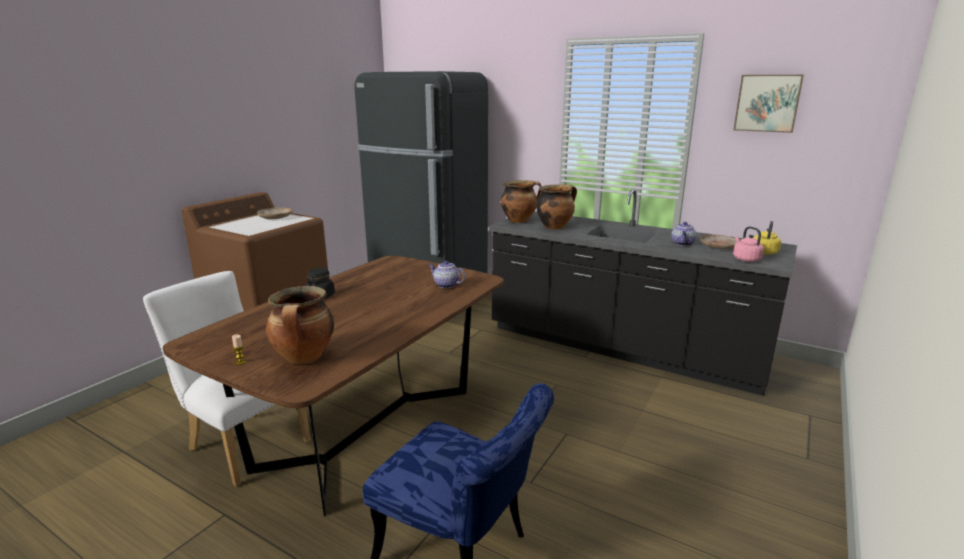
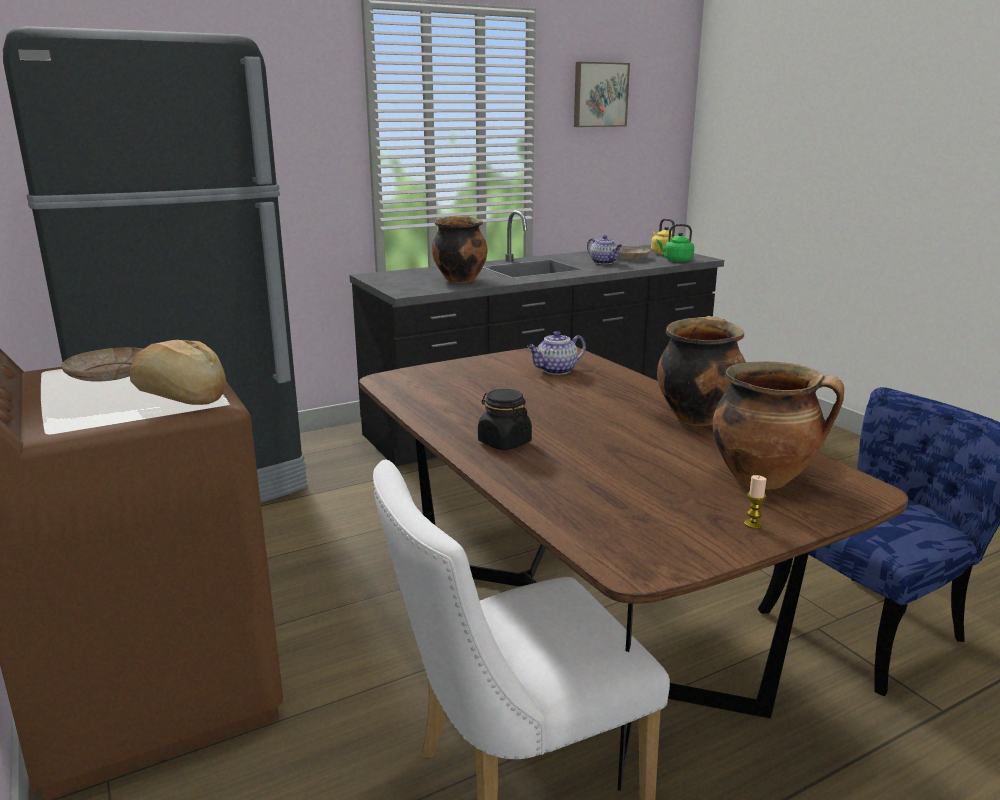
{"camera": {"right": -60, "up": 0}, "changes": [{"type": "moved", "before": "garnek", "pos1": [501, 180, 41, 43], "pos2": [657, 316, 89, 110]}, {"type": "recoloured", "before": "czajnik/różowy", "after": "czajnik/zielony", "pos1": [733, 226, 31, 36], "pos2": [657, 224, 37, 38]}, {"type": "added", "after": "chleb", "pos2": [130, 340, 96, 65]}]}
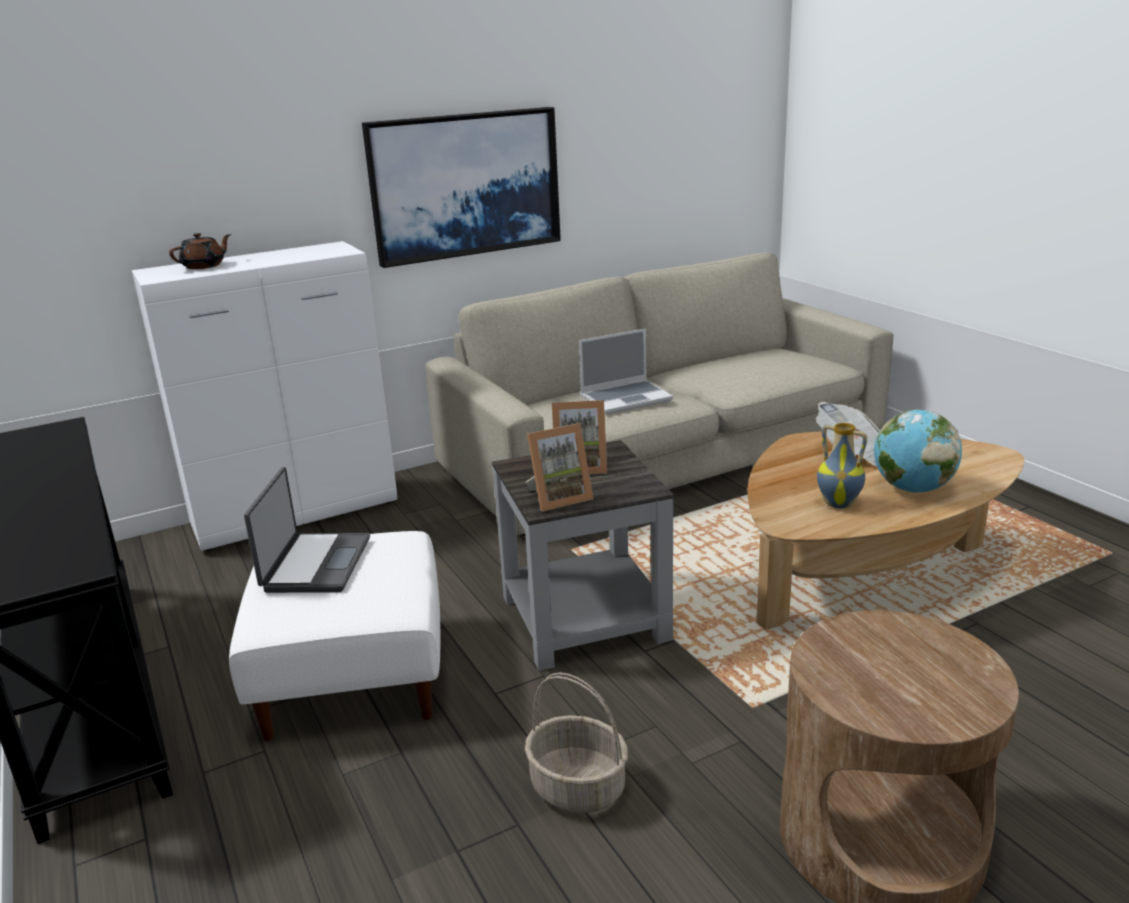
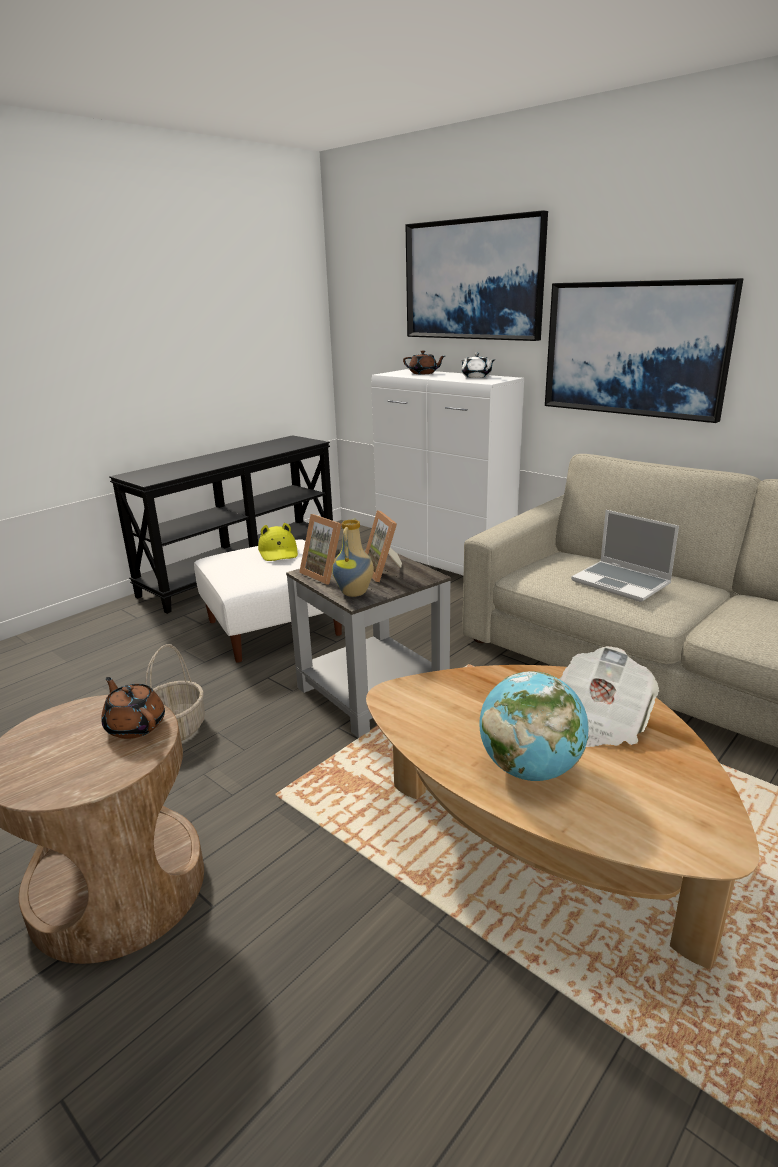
{"camera": {"right": 70, "up": 0}, "changes": [{"type": "moved", "before": "wazon", "pos1": [817, 423, 50, 86], "pos2": [332, 518, 42, 79]}, {"type": "replaced", "before": "laptop", "after": "kapelusz/żółty", "pos1": [244, 467, 126, 126], "pos2": [258, 523, 40, 38]}, {"type": "added", "after": "obraz", "pos2": [406, 210, 142, 131]}, {"type": "added", "after": "imbryk/biały", "pos2": [461, 353, 35, 25]}, {"type": "added", "after": "imbryk/brązowy", "pos2": [101, 677, 64, 62]}]}
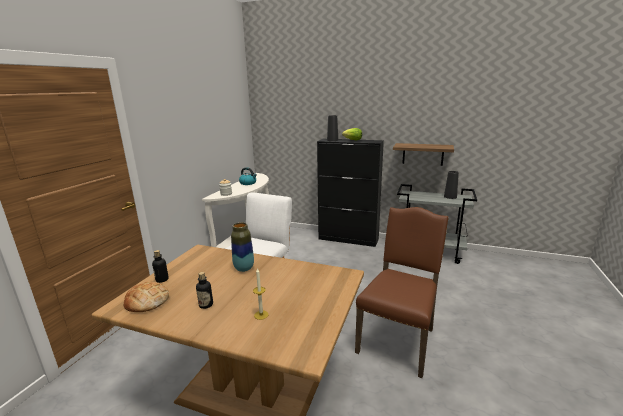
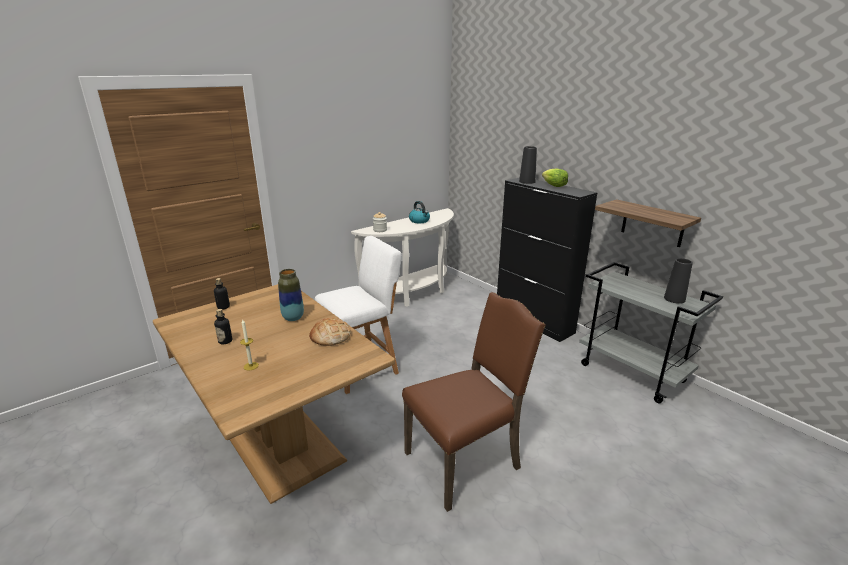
{"camera": {"right": 30, "up": 5}, "changes": [{"type": "moved", "before": "chleb", "pos1": [124, 281, 45, 31], "pos2": [309, 317, 42, 29]}]}
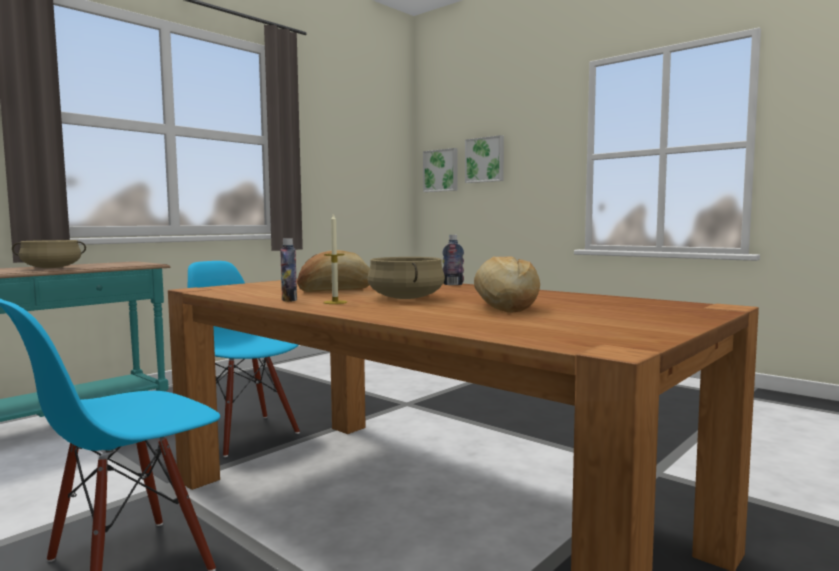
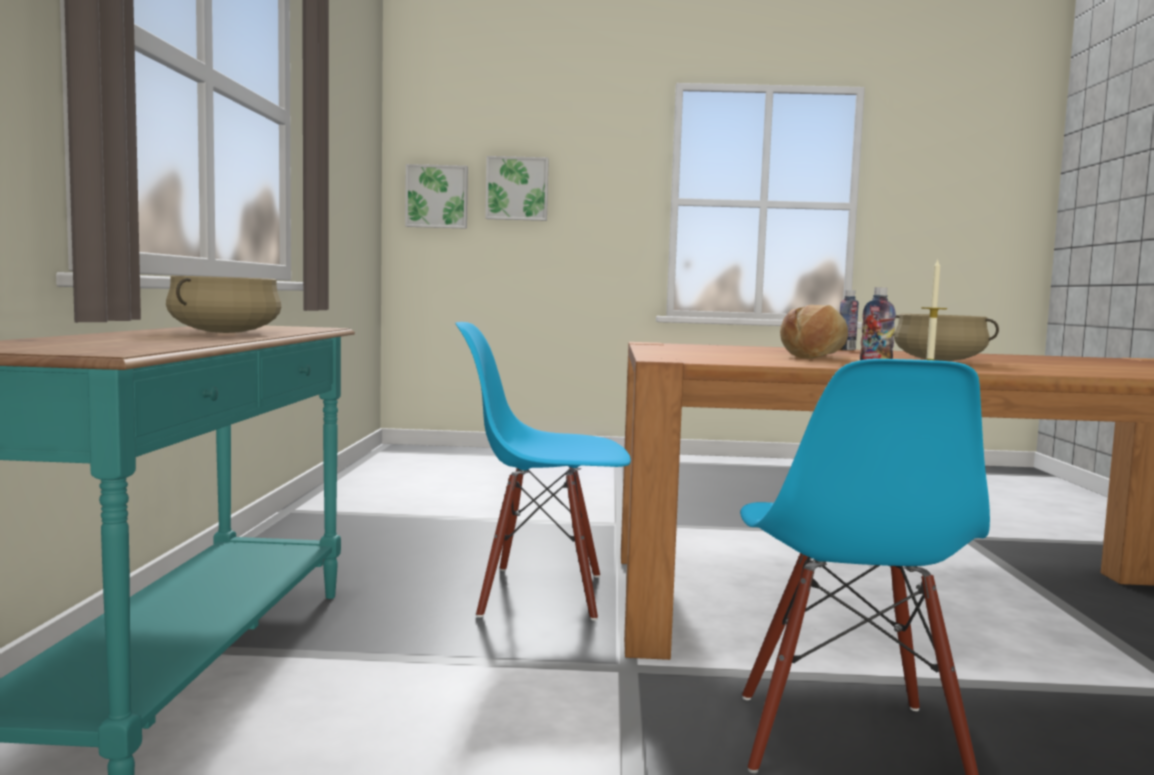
{"camera": {"right": -40, "up": 0}, "changes": [{"type": "removed", "before": "chleb", "pos1": [474, 257, 66, 56]}]}
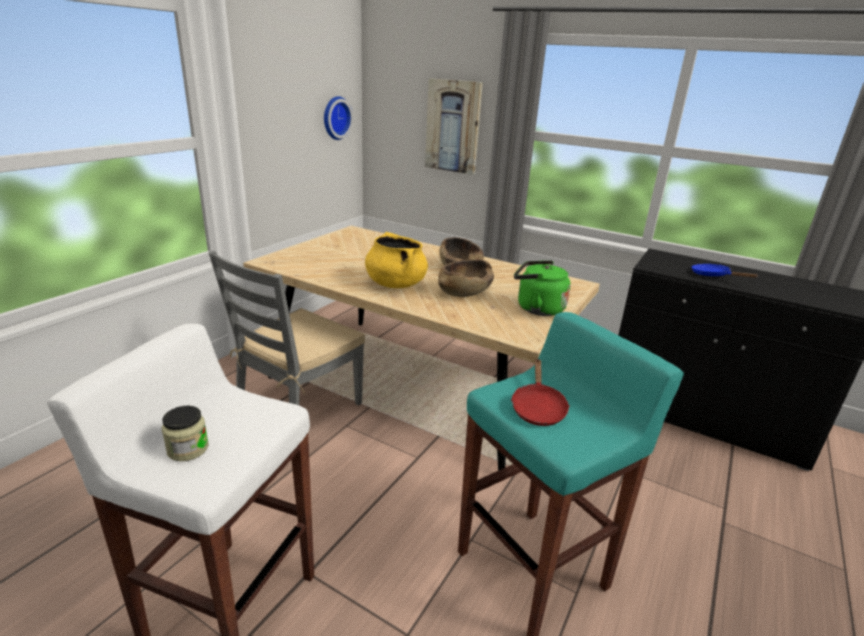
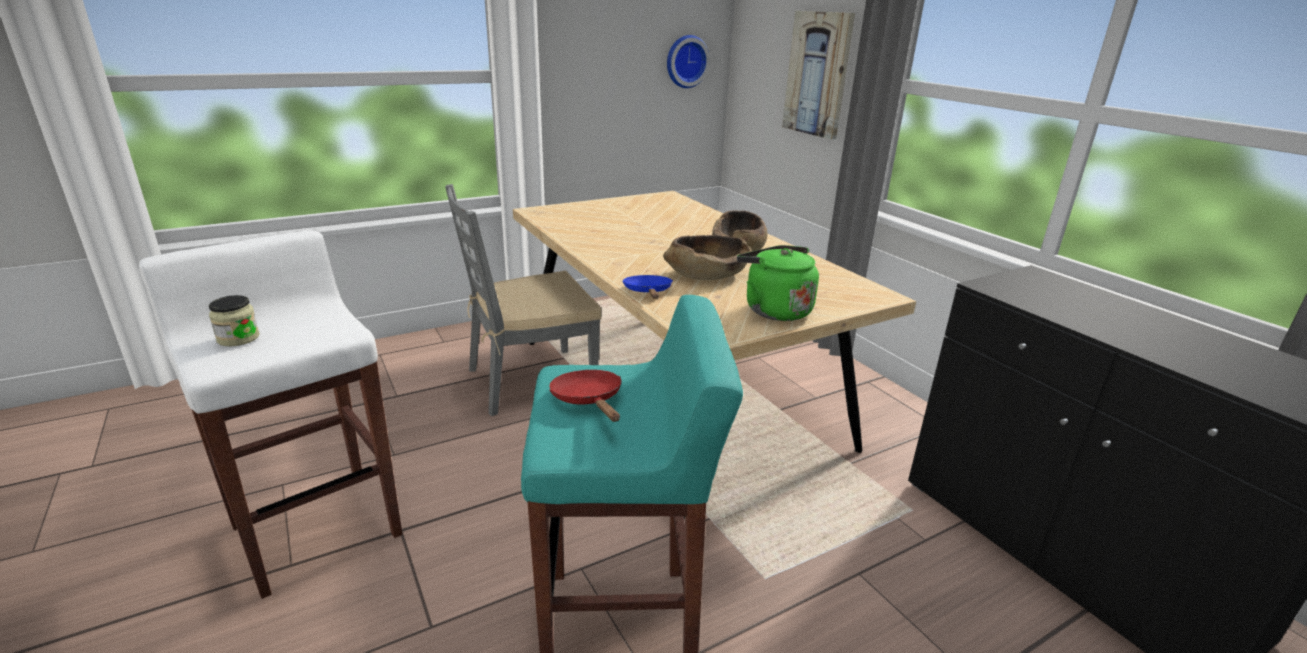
{"camera": {"right": 30, "up": 0}, "changes": [{"type": "removed", "before": "garnek/żółty", "pos1": [365, 232, 63, 56]}, {"type": "moved", "before": "patelnia/niebieski", "pos1": [692, 264, 67, 14], "pos2": [622, 275, 51, 24]}, {"type": "turned", "before": "patelnia/czerwony", "pos1": [511, 359, 59, 67], "pos2": [549, 370, 73, 52], "turn": 120}]}
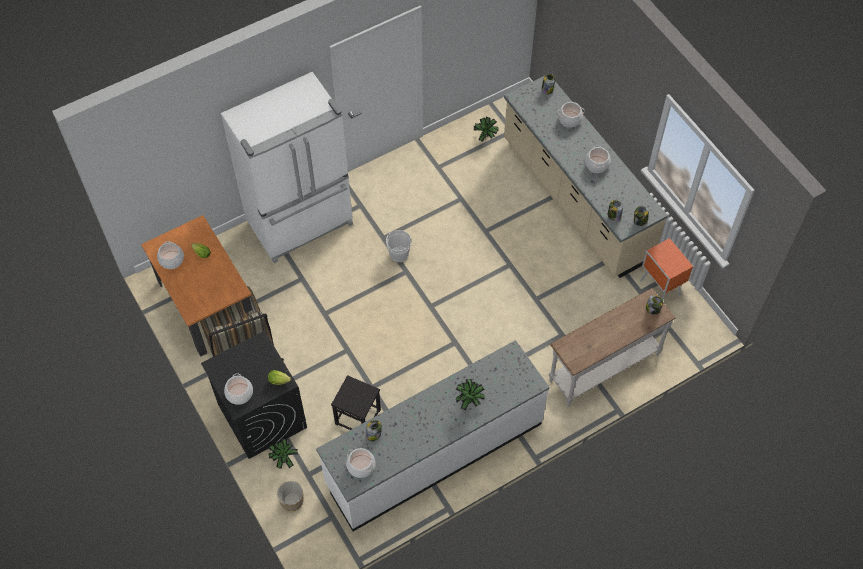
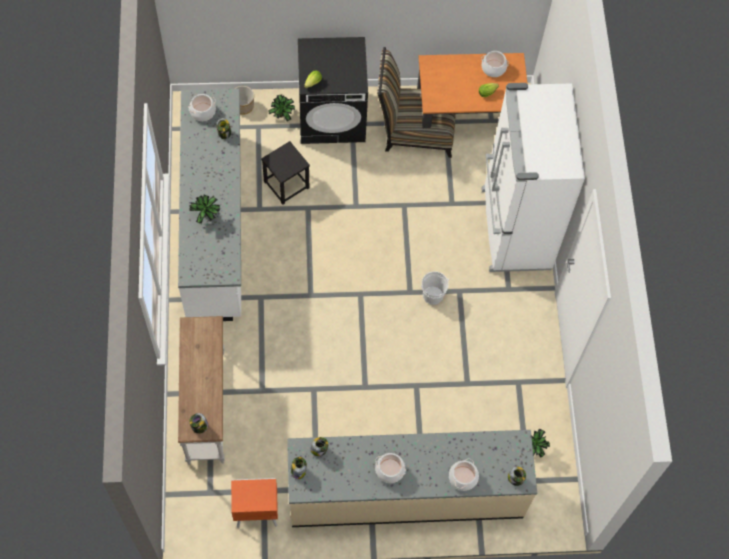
{"camera": {"right": 115, "up": 5}, "changes": [{"type": "removed", "before": "garnek", "pos1": [224, 373, 29, 32]}]}
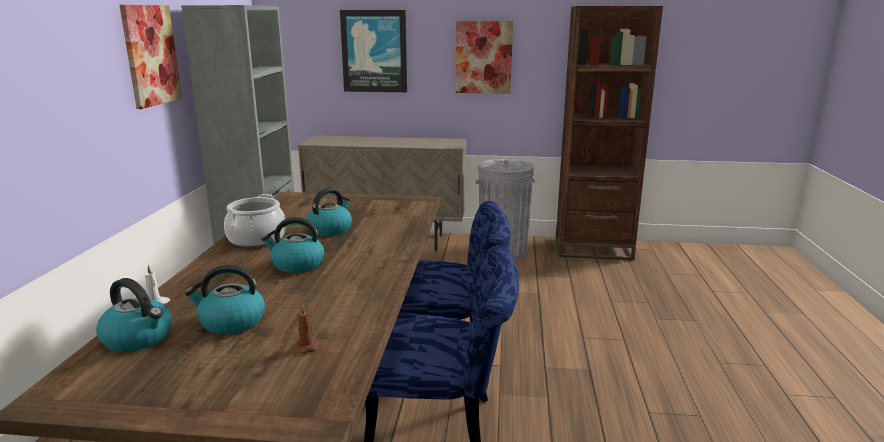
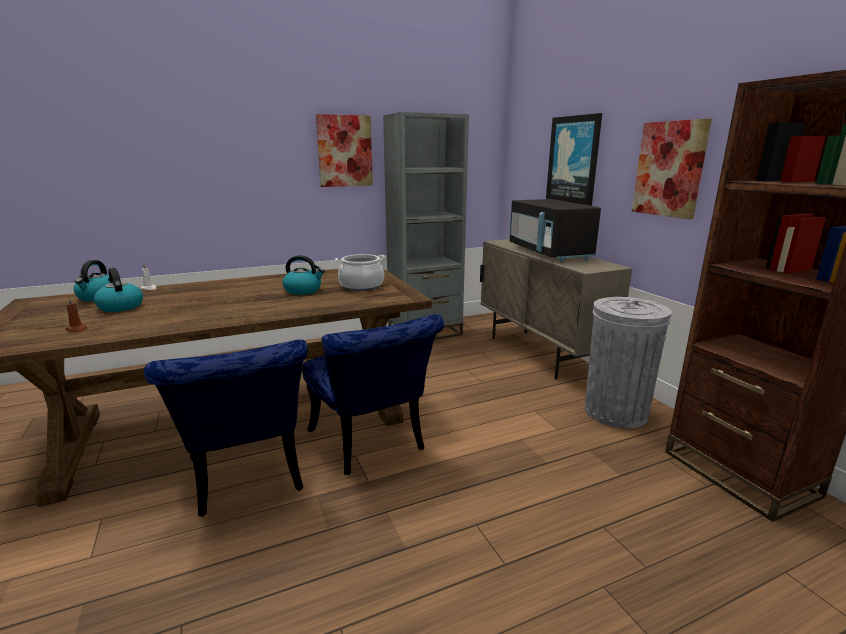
{"camera": {"right": 60, "up": 0}, "changes": [{"type": "moved", "before": "garnek", "pos1": [224, 194, 62, 54], "pos2": [335, 254, 50, 37]}, {"type": "removed", "before": "czajnik", "pos1": [261, 217, 63, 56]}, {"type": "added", "after": "mikrofalówka/czarny", "pos2": [510, 199, 91, 63]}]}
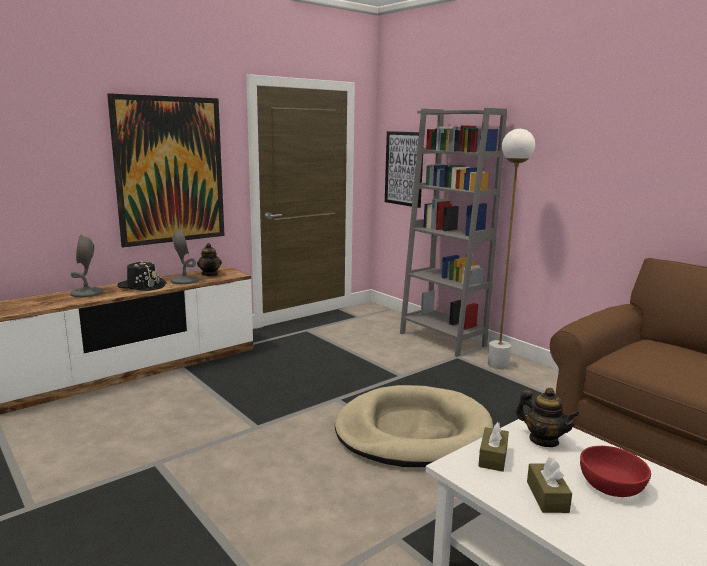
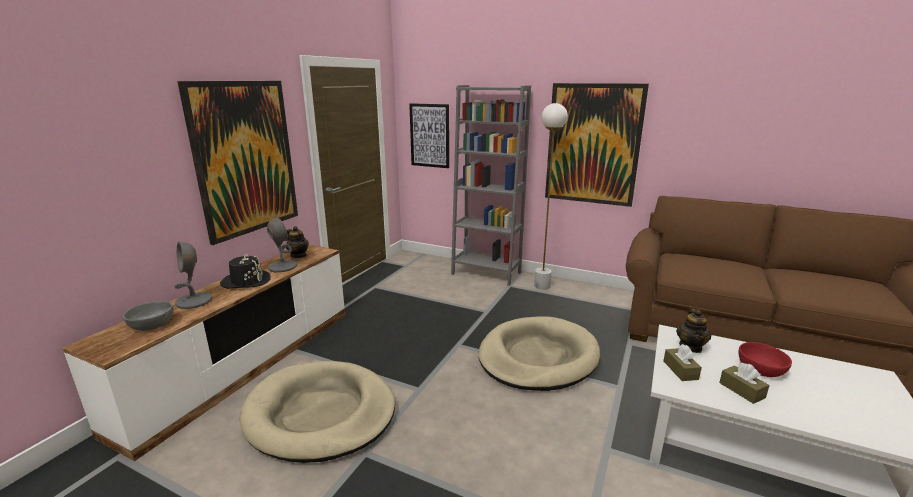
{"camera": {"right": -25, "up": 5}, "changes": [{"type": "turned", "before": "imbryk", "pos1": [516, 388, 64, 59], "pos2": [676, 308, 36, 45], "turn": 90}, {"type": "added", "after": "obraz", "pos2": [545, 83, 104, 124]}, {"type": "added", "after": "miska/szary", "pos2": [123, 301, 50, 30]}, {"type": "added", "after": "legowisko/beżowy", "pos2": [240, 361, 155, 102]}]}
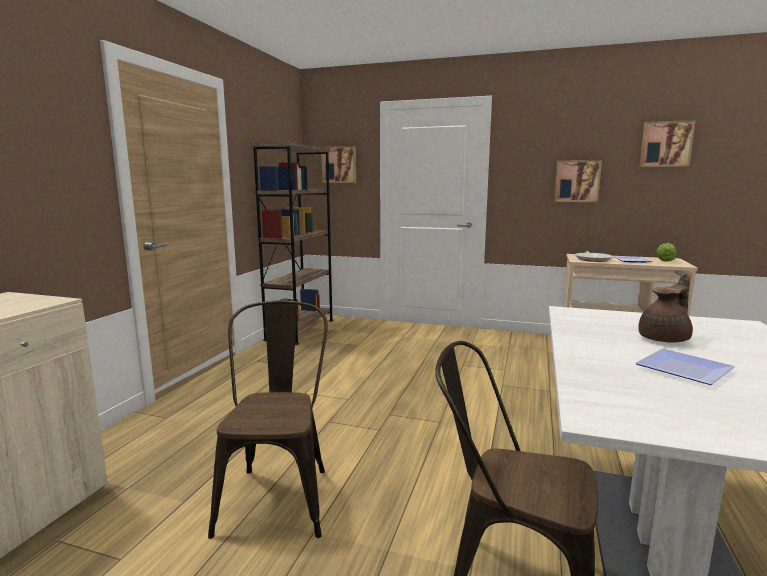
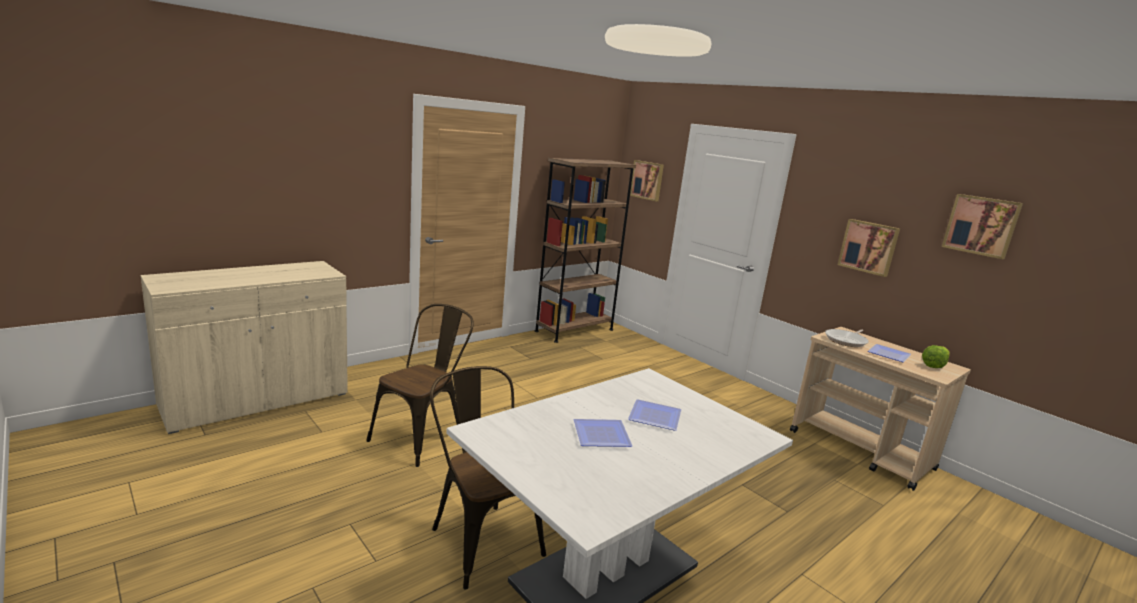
{"camera": {"right": 30, "up": 5}, "changes": [{"type": "replaced", "before": "imbryk/brązowy", "after": "talerz", "pos1": [638, 274, 55, 69], "pos2": [628, 399, 53, 32]}]}
